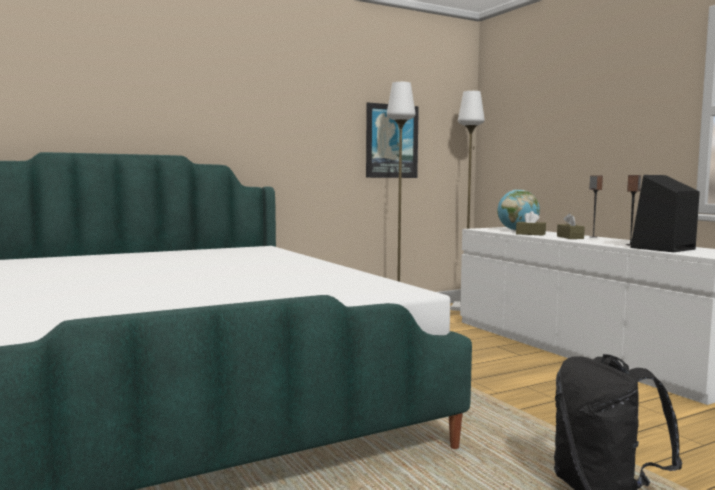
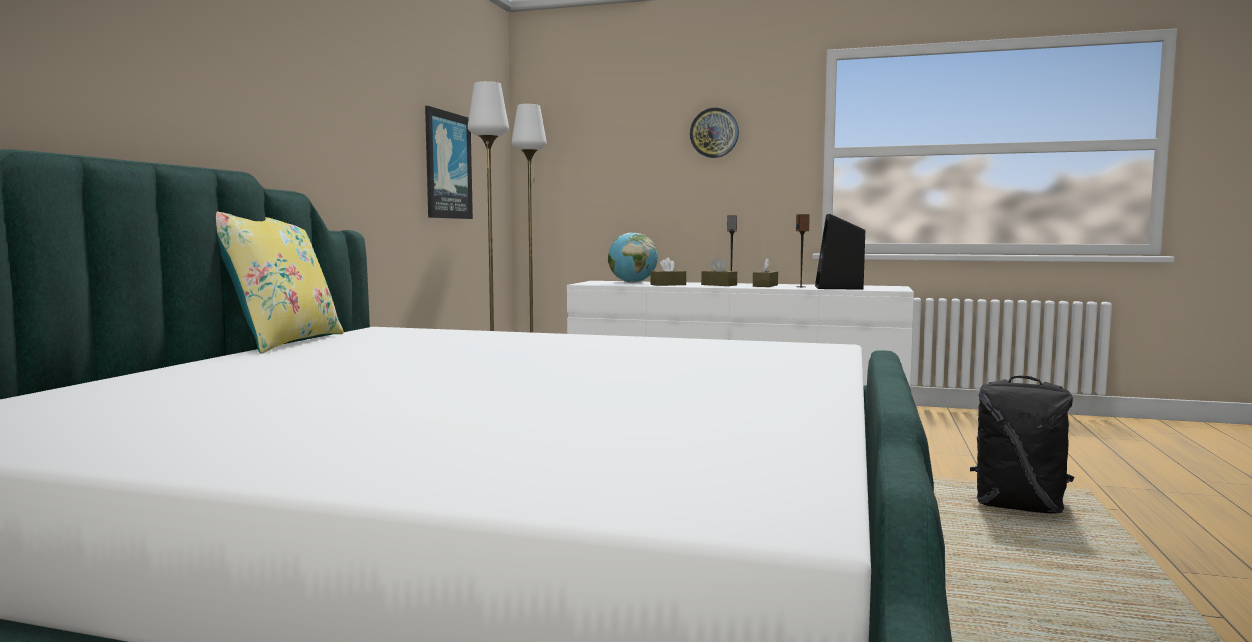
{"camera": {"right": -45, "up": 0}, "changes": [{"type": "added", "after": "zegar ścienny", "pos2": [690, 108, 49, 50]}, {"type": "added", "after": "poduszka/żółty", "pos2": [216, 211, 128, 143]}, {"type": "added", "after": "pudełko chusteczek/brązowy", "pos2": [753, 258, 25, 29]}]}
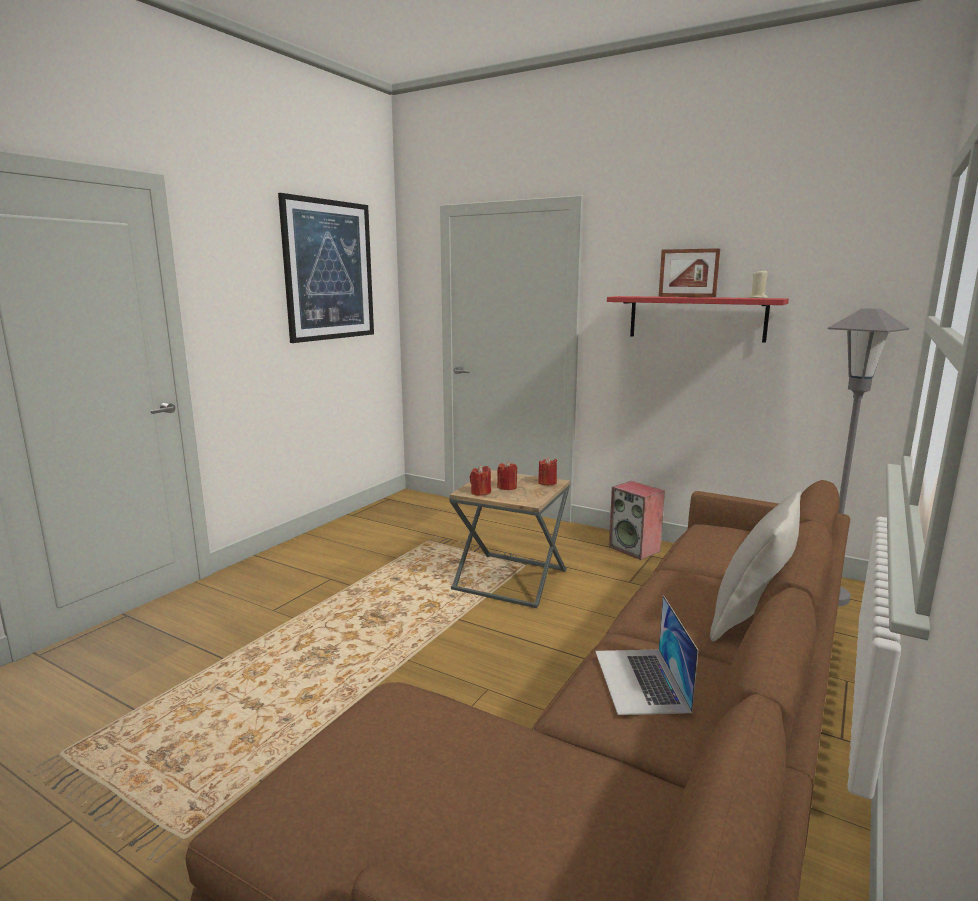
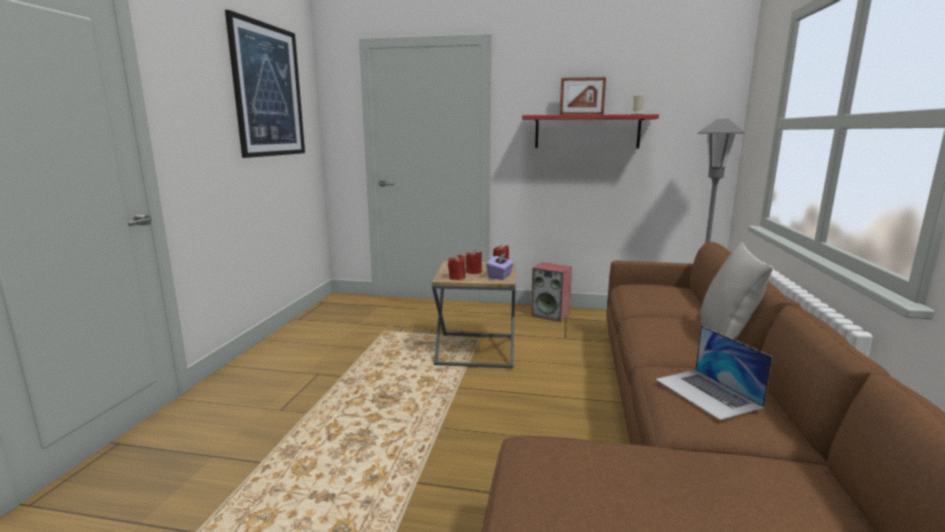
{"camera": {"right": -20, "up": 0}, "changes": [{"type": "added", "after": "pudełko chusteczek/fioletowy", "pos2": [486, 252, 28, 28]}]}
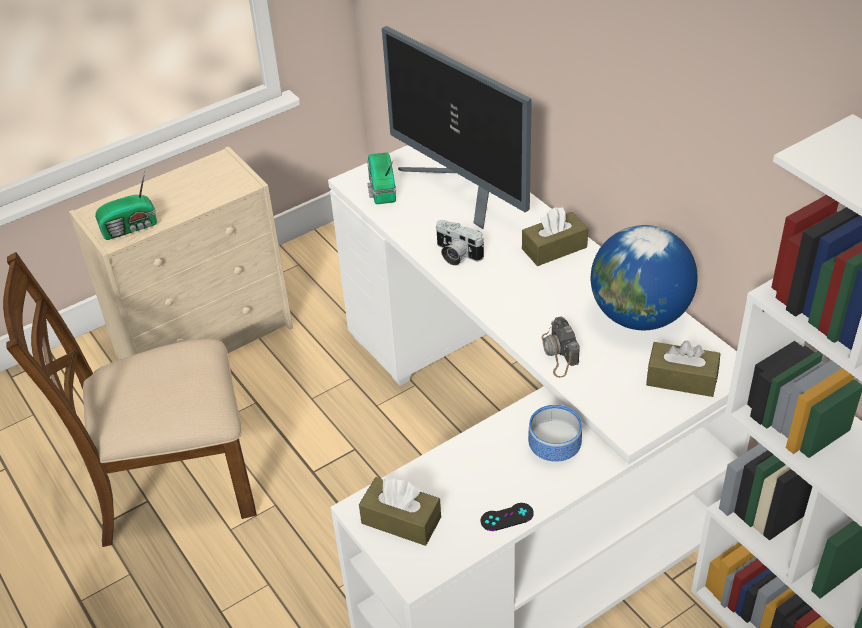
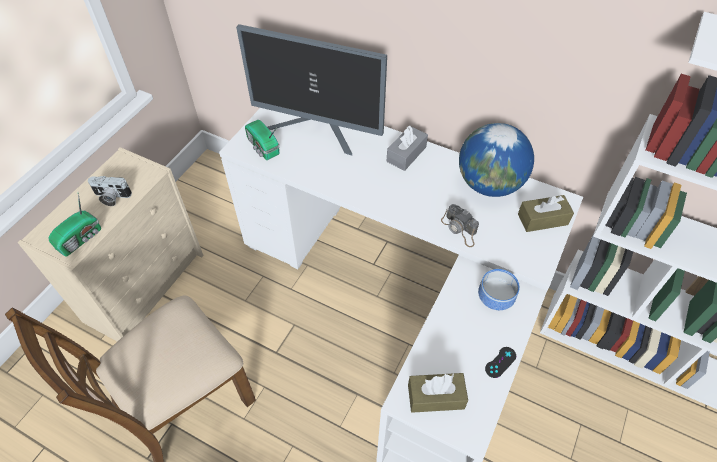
{"camera": {"right": -30, "up": 10}, "changes": [{"type": "recoloured", "before": "pudełko chusteczek/brązowy", "after": "pudełko chusteczek/szary", "pos1": [522, 207, 66, 59], "pos2": [387, 126, 41, 45]}, {"type": "moved", "before": "aparat fotograficzny", "pos1": [436, 220, 48, 46], "pos2": [88, 176, 44, 30]}]}
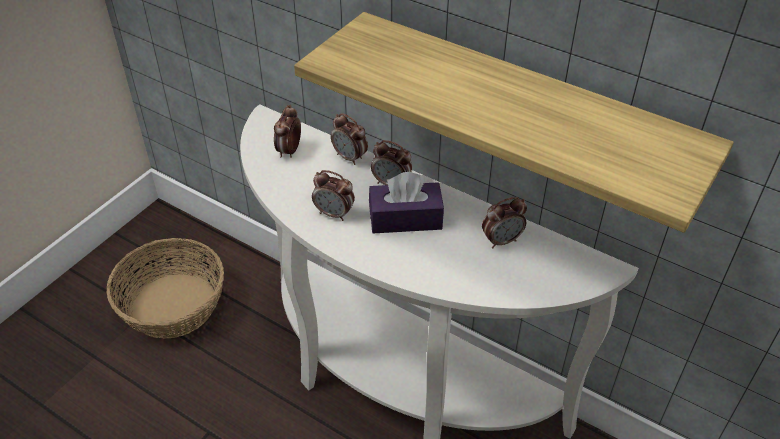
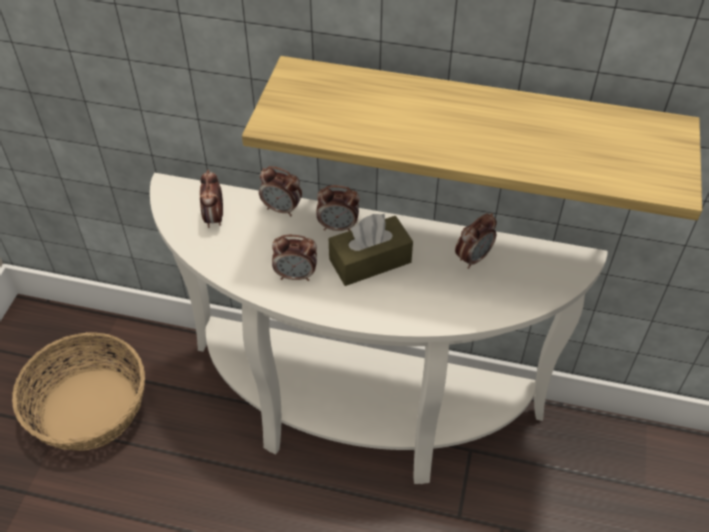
{"camera": {"right": -20, "up": 5}, "changes": [{"type": "recoloured", "before": "pudełko chusteczek/fioletowy", "after": "pudełko chusteczek/brązowy", "pos1": [369, 172, 75, 61], "pos2": [329, 214, 84, 72]}]}
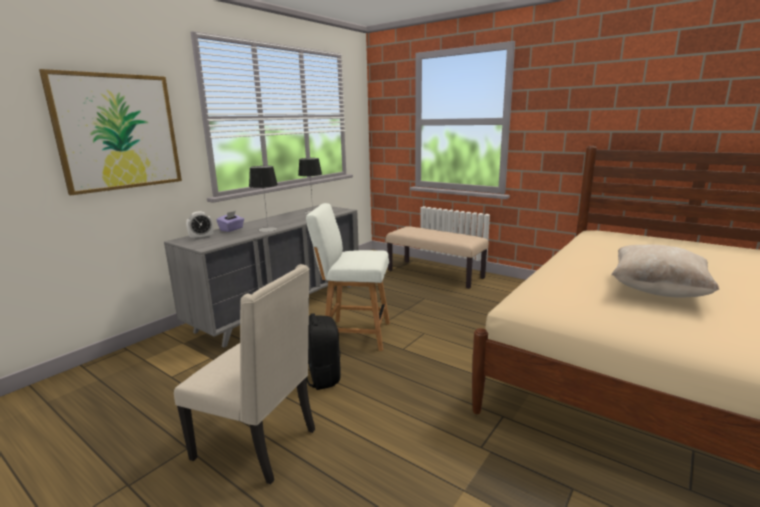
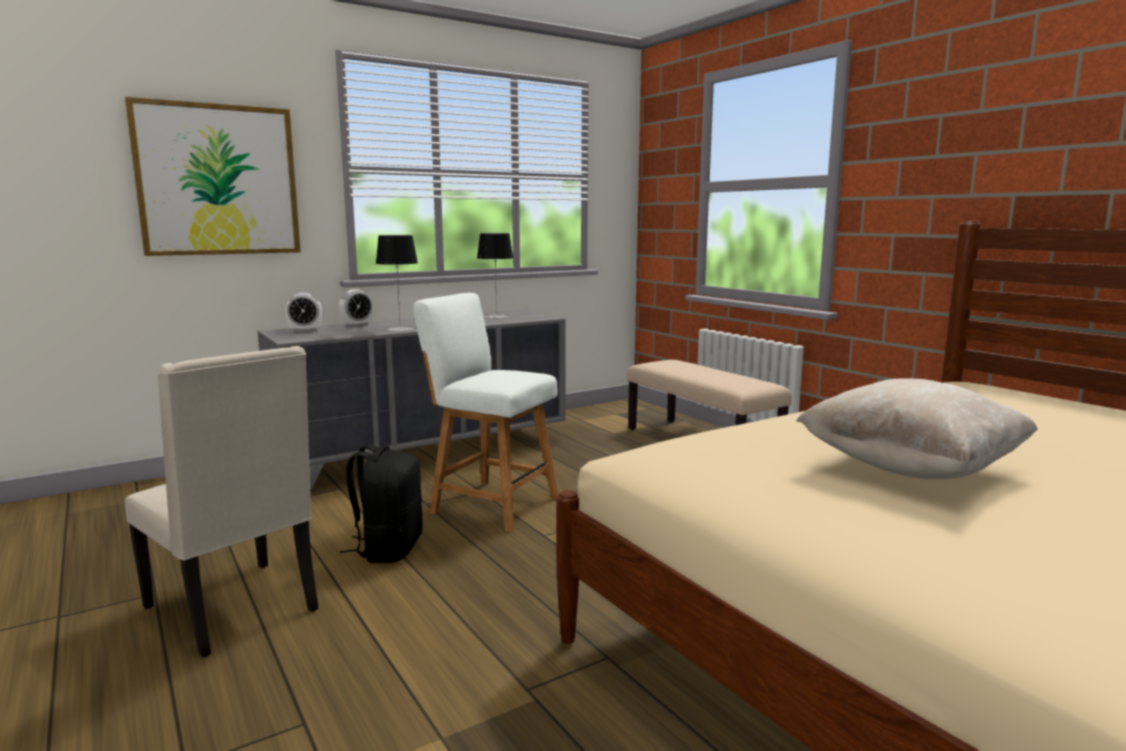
{"camera": {"right": 20, "up": -5}, "changes": [{"type": "replaced", "before": "pudełko chusteczek/fioletowy", "after": "budzik", "pos1": [217, 211, 27, 21], "pos2": [338, 290, 35, 37]}]}
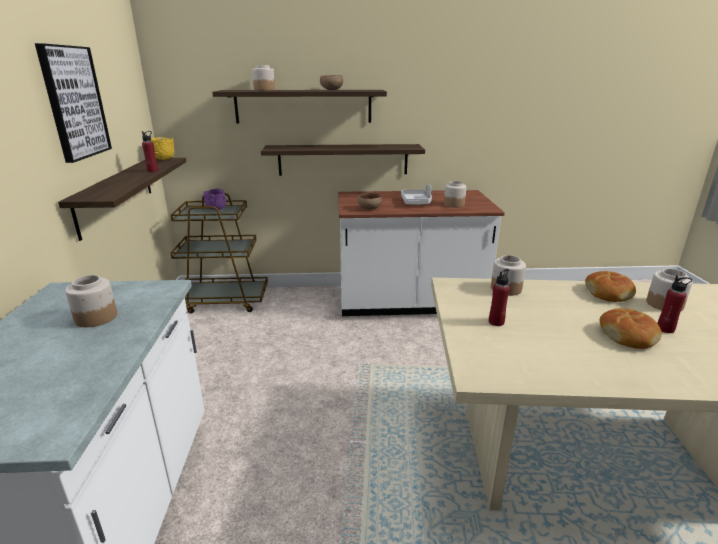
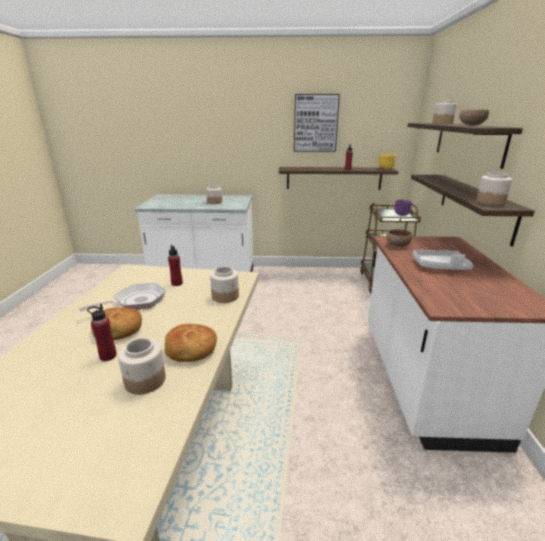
{"camera": {"right": 95, "up": 0}, "changes": [{"type": "moved", "before": "słoik", "pos1": [444, 181, 22, 27], "pos2": [476, 172, 36, 34]}, {"type": "added", "after": "patelnia", "pos2": [79, 283, 87, 28]}]}
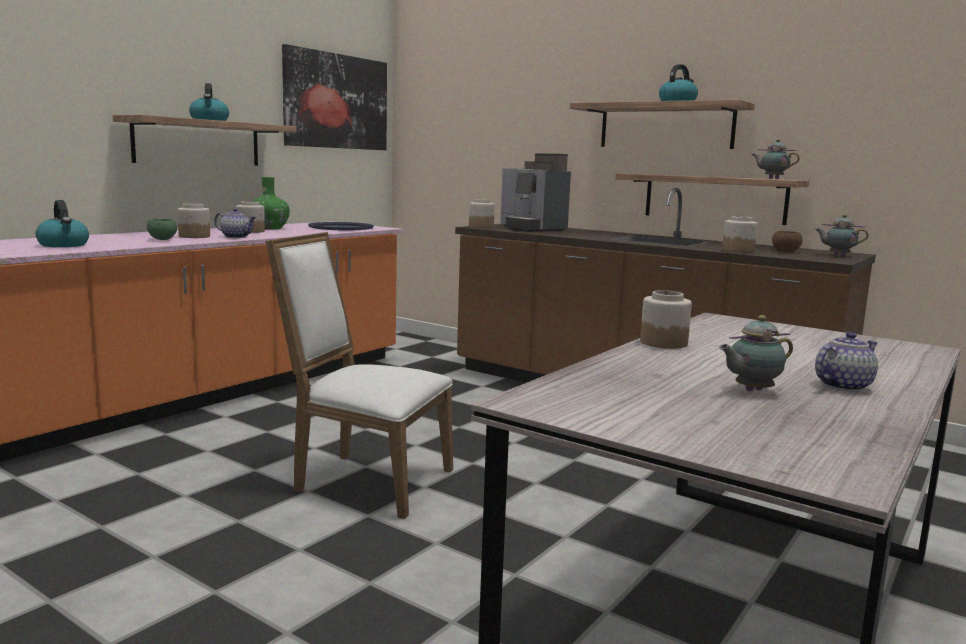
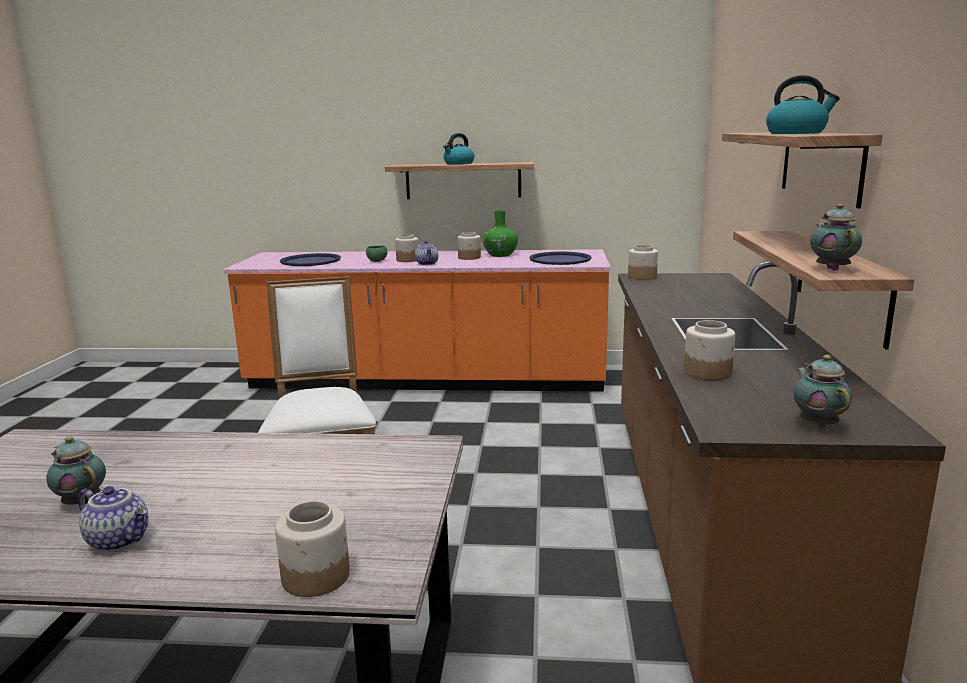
{"camera": {"right": 60, "up": 5}, "changes": [{"type": "removed", "before": "obraz", "pos1": [282, 44, 105, 106]}, {"type": "removed", "before": "ekspres do kawy", "pos1": [500, 153, 71, 79]}, {"type": "replaced", "before": "czajnik", "after": "taca/niebieski", "pos1": [35, 200, 54, 47], "pos2": [280, 253, 61, 13]}, {"type": "removed", "before": "miska/brązowy", "pos1": [772, 231, 30, 21]}, {"type": "moved", "before": "słoik", "pos1": [640, 290, 52, 59], "pos2": [275, 501, 75, 96]}]}
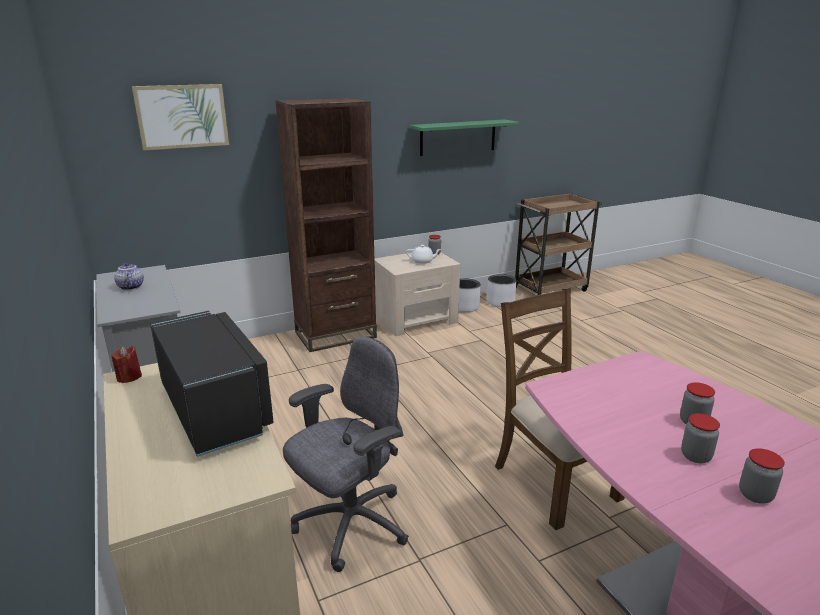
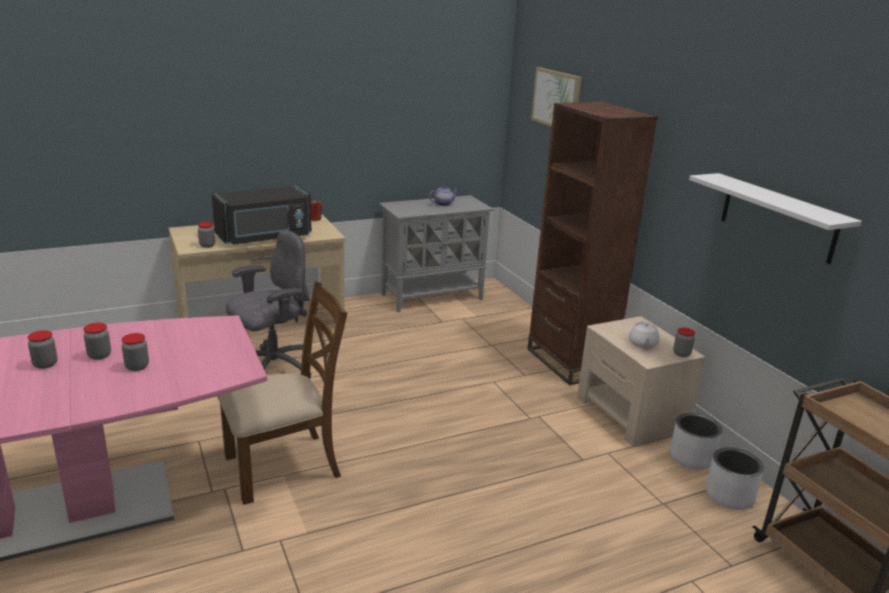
{"camera": {"right": 90, "up": 0}, "changes": [{"type": "recoloured", "before": "półka/zielony", "after": "półka/biały", "pos1": [410, 119, 109, 37], "pos2": [689, 173, 173, 91]}, {"type": "turned", "before": "krzesło biurowe/szary", "pos1": [283, 337, 126, 235], "pos2": [226, 230, 85, 147], "turn": -90}, {"type": "added", "after": "słoik", "pos2": [198, 222, 17, 26]}]}
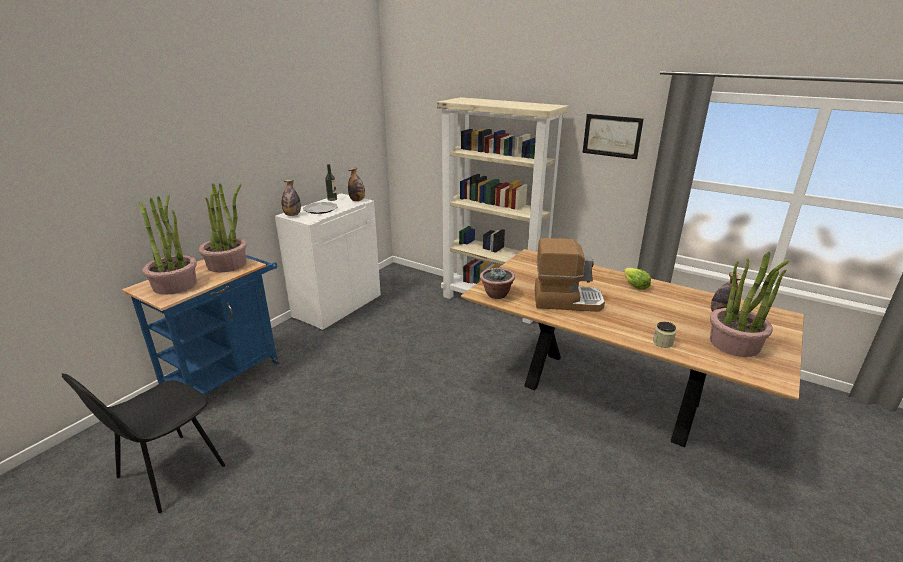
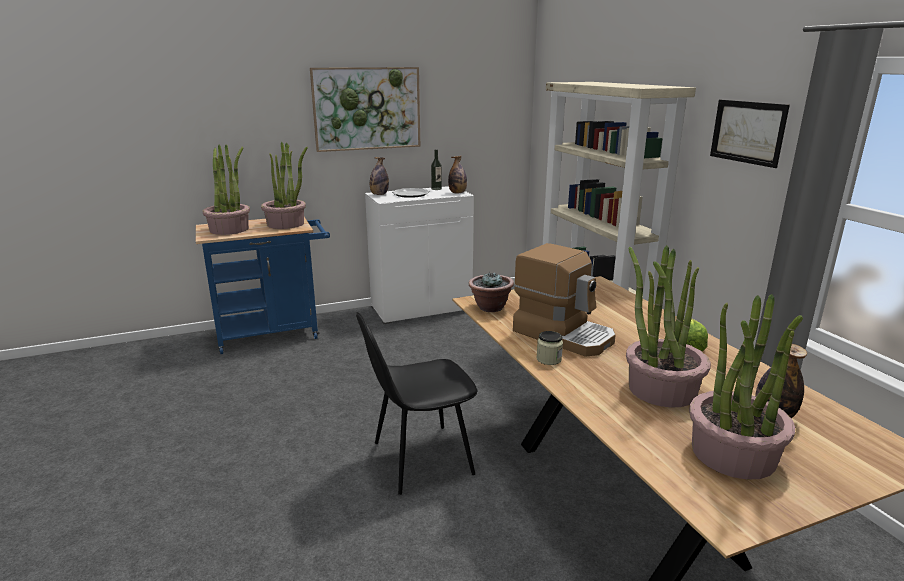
{"camera": {"right": 35, "up": -5}, "changes": [{"type": "moved", "before": "słoik", "pos1": [653, 322, 23, 26], "pos2": [536, 331, 27, 34]}, {"type": "moved", "before": "krzesło/czarny", "pos1": [61, 373, 164, 140], "pos2": [356, 312, 121, 183]}, {"type": "added", "after": "obraz", "pos2": [310, 67, 110, 85]}, {"type": "added", "after": "roślina doniczkowa", "pos2": [626, 245, 85, 163]}]}
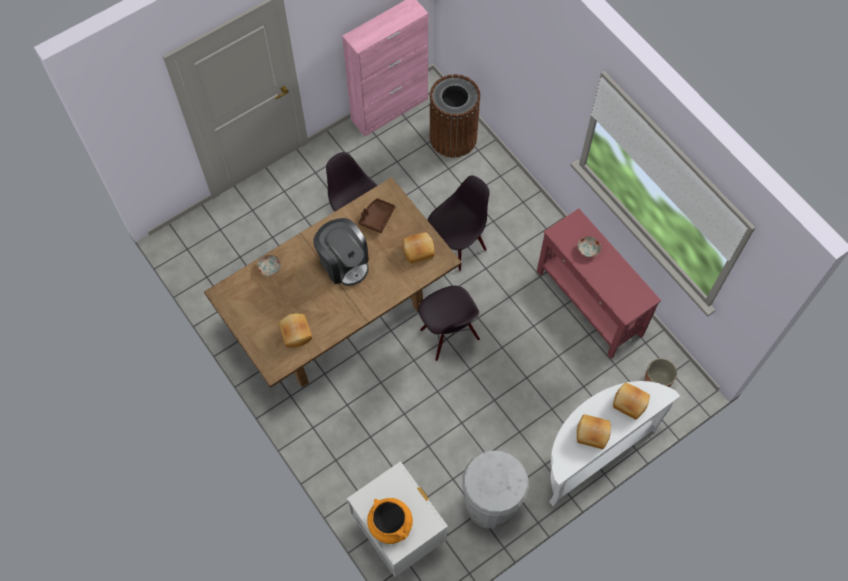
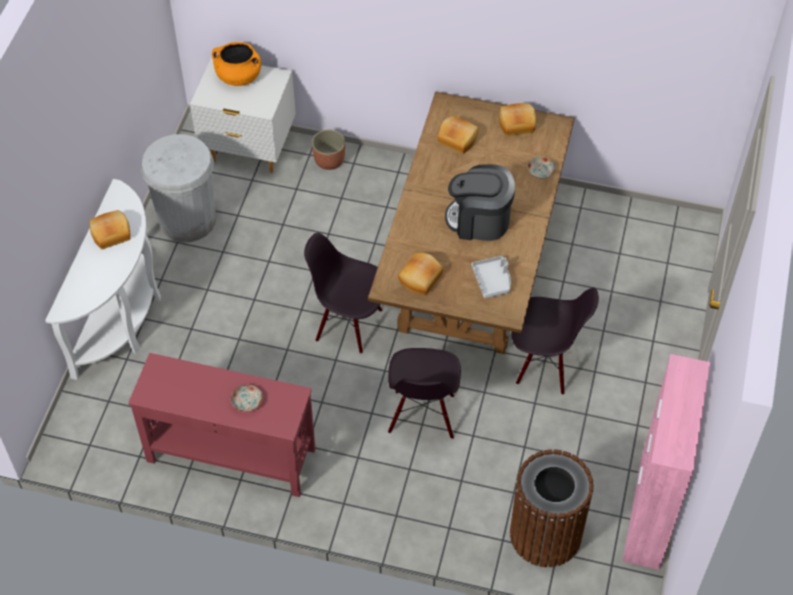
{"camera": {"right": 140, "up": -10}, "changes": [{"type": "recoloured", "before": "taca/brązowy", "after": "taca/szary", "pos1": [359, 198, 36, 35], "pos2": [472, 256, 39, 43]}, {"type": "moved", "before": "donica", "pos1": [645, 358, 32, 29], "pos2": [312, 129, 33, 41]}, {"type": "moved", "before": "chleb", "pos1": [613, 382, 37, 38], "pos2": [499, 103, 37, 33]}]}
